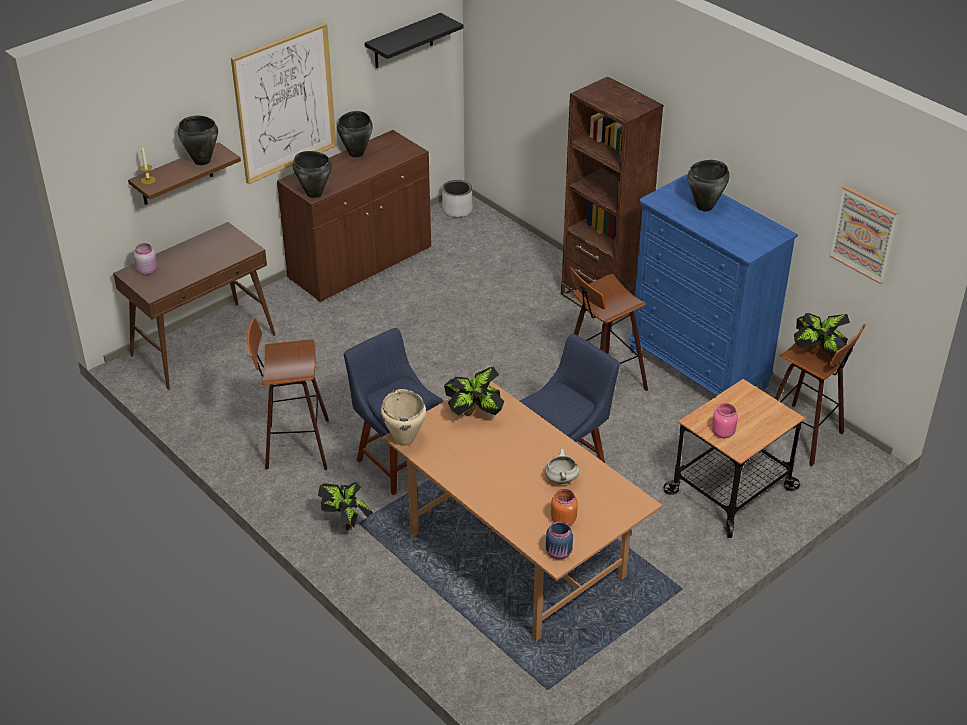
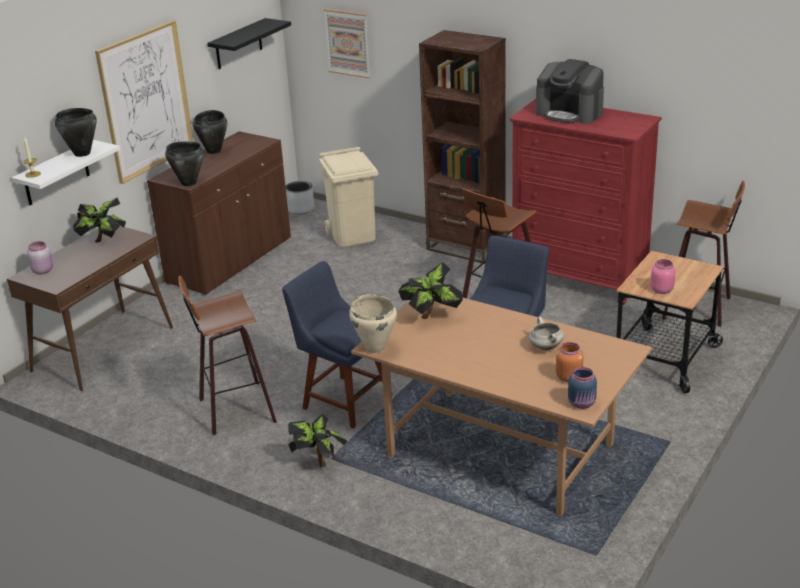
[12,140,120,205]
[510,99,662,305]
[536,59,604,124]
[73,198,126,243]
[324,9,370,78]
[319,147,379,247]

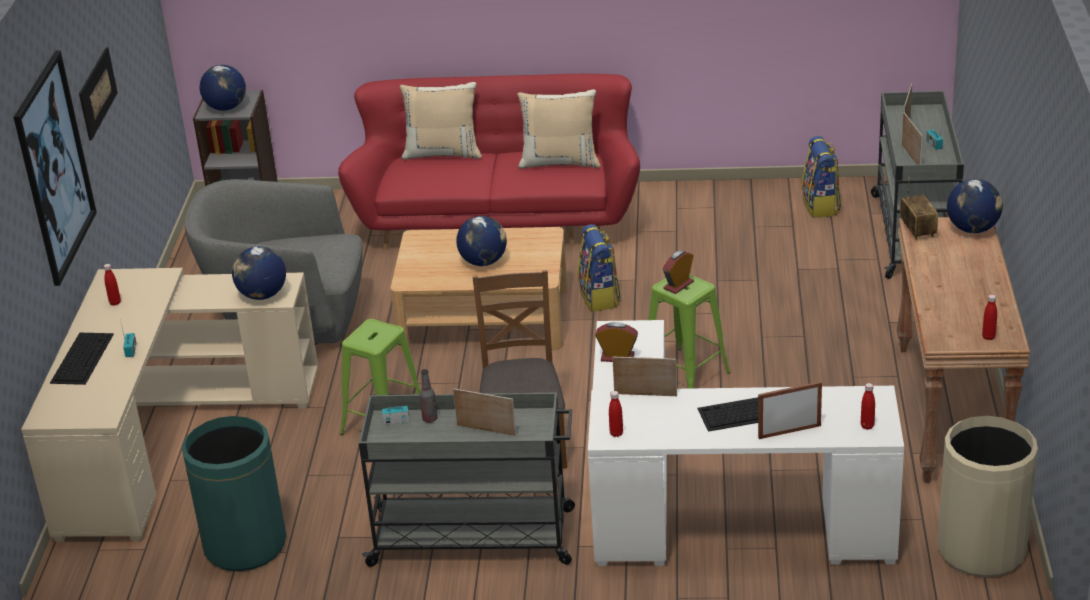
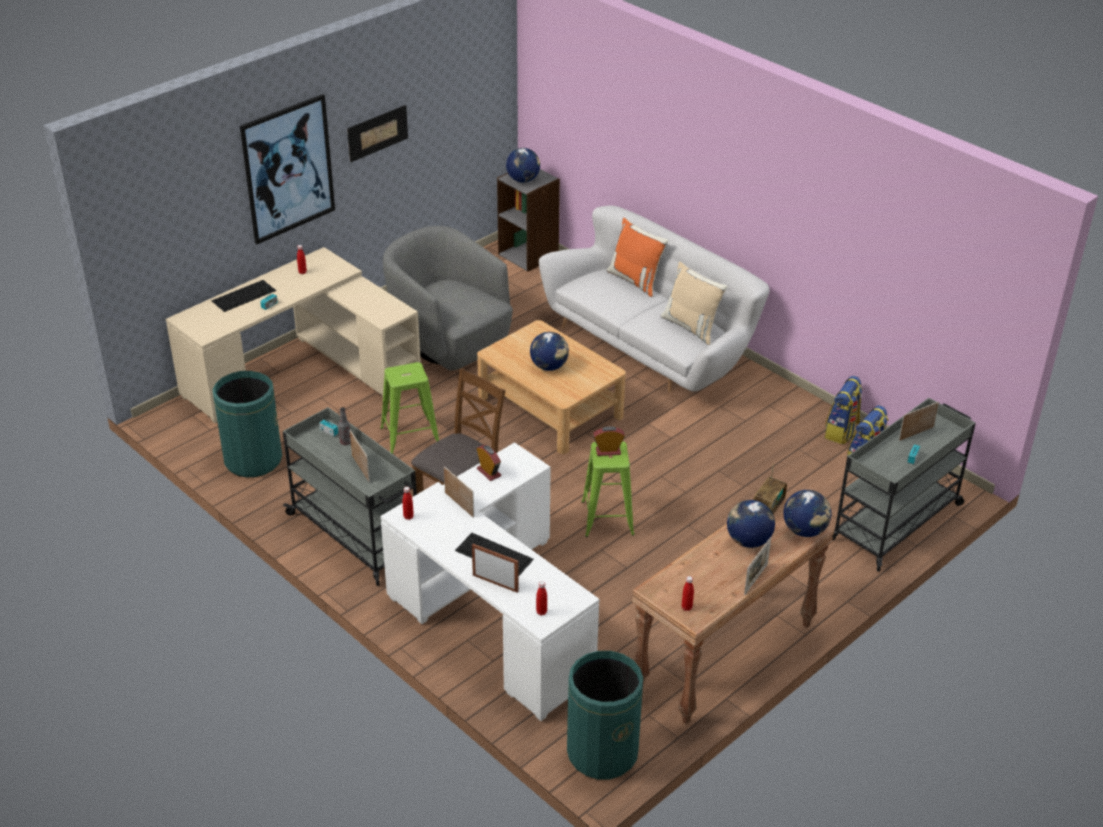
[727,500,775,548]
[539,206,770,392]
[606,218,668,297]
[825,376,863,445]
[744,537,771,595]
[567,651,643,780]

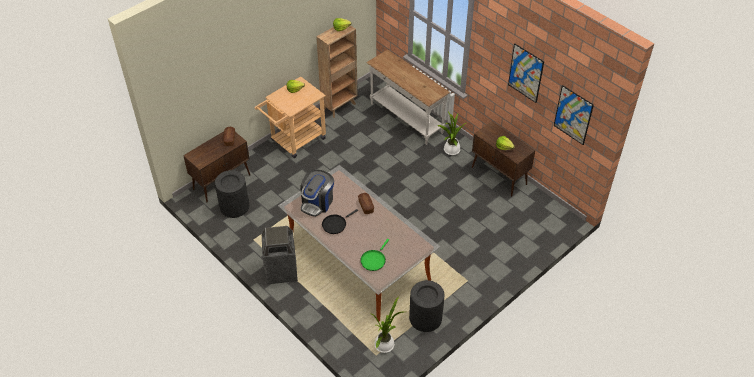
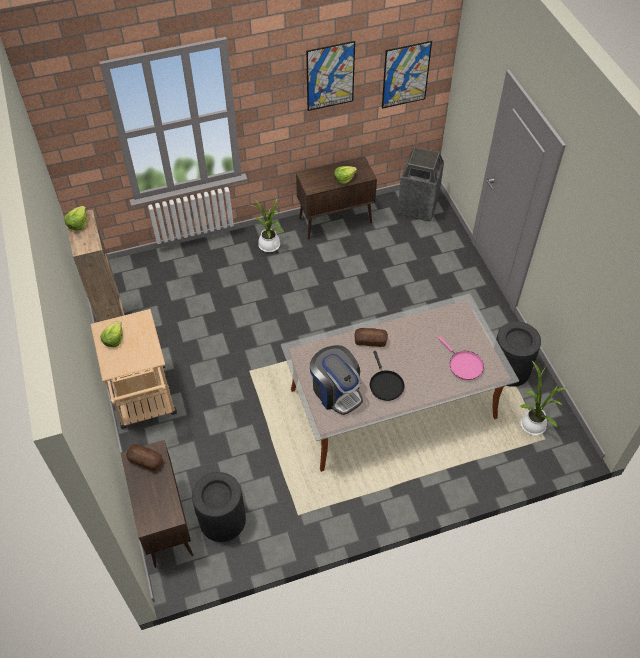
[397,147,444,222]
[438,337,484,380]
[366,50,450,145] (first image)

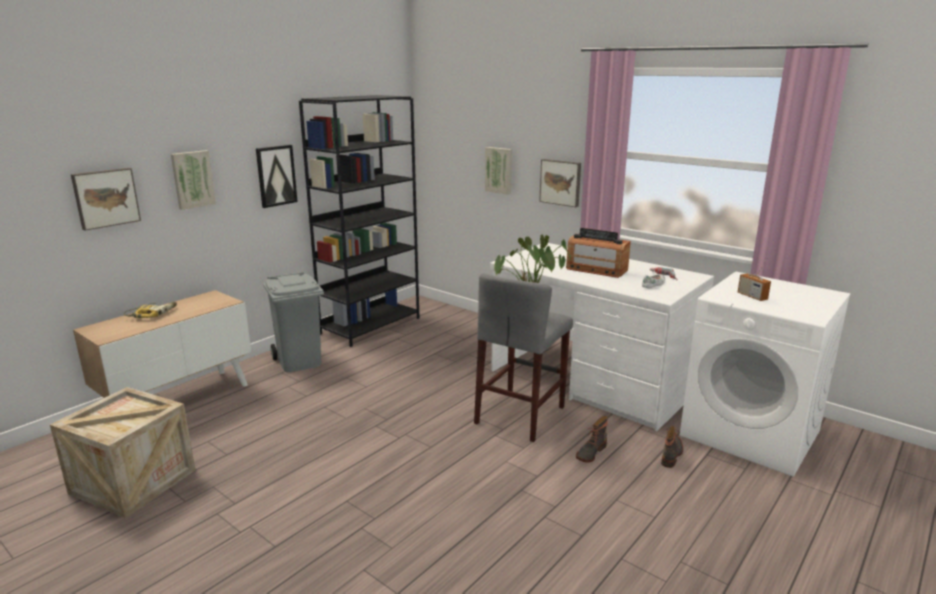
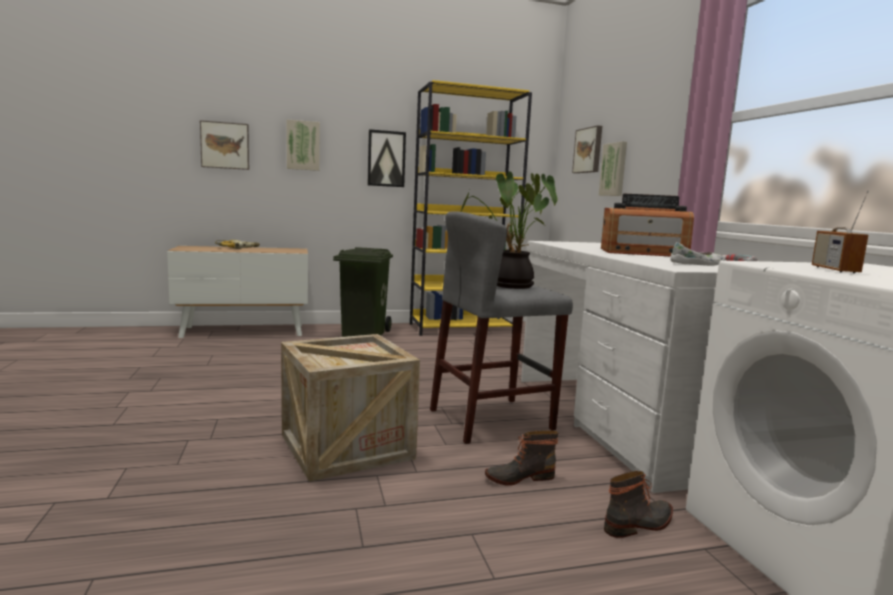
[281,334,420,481]
[333,247,393,337]
[410,80,532,336]
[572,125,602,173]
[601,194,694,257]

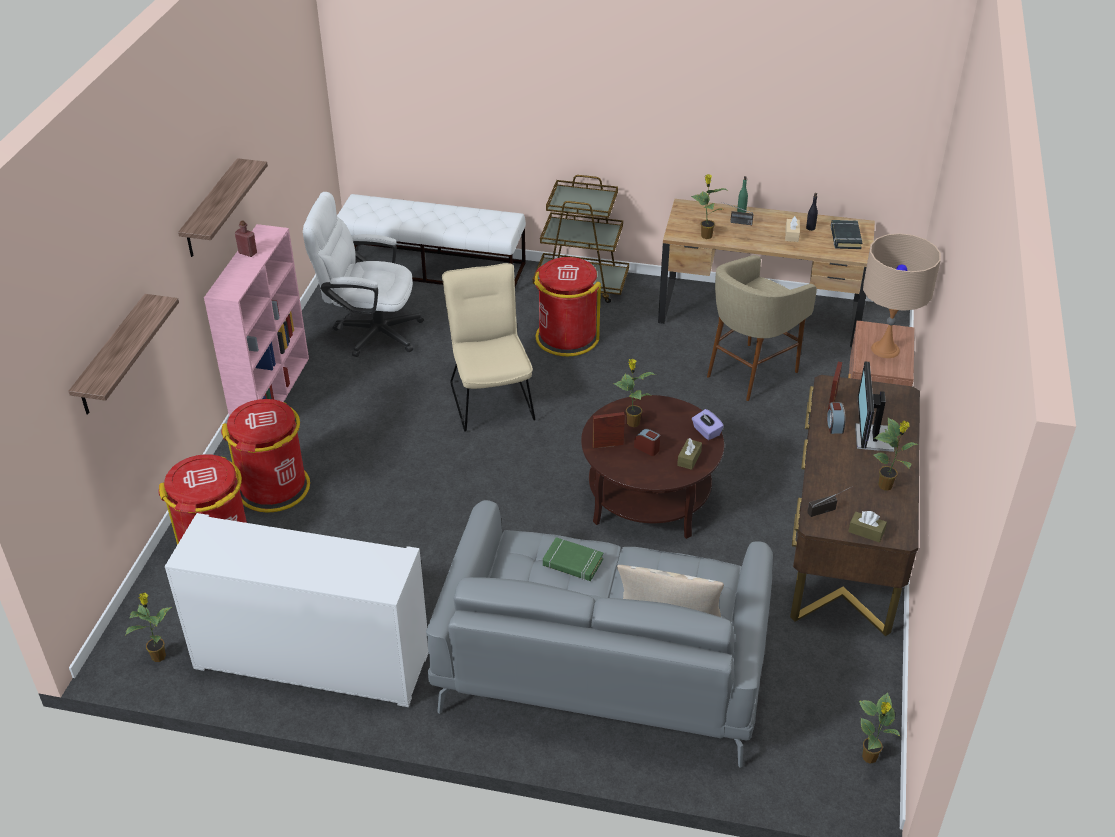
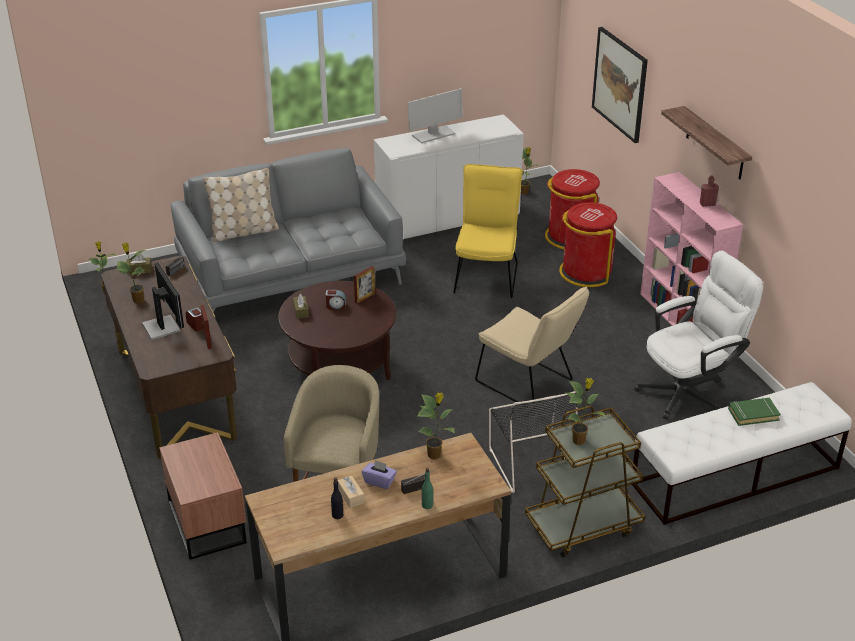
[592,27,648,143]
[489,391,581,493]
[728,398,781,426]
[564,378,605,445]
[362,460,397,489]
[831,220,862,249] (first image)
[863,233,941,358] (first image)
[408,88,463,144]
[453,164,523,298]

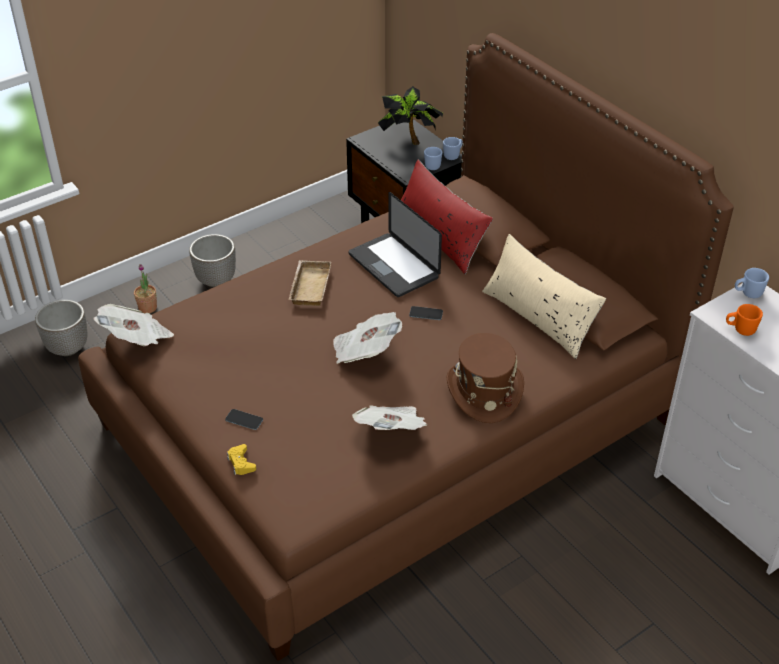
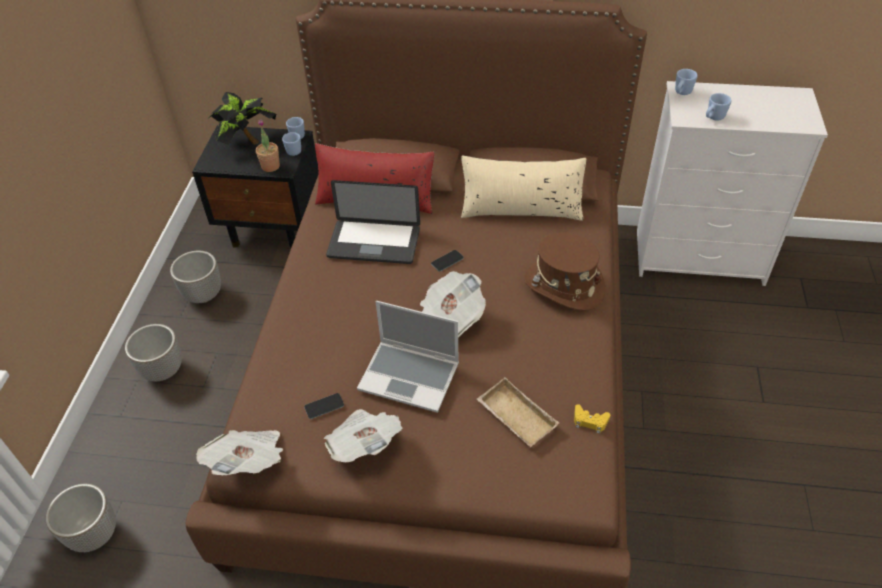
[256,119,280,172]
[304,393,344,419]
[574,404,610,434]
[477,377,559,447]
[324,409,402,462]
[706,93,732,121]
[170,251,221,303]
[357,301,459,413]

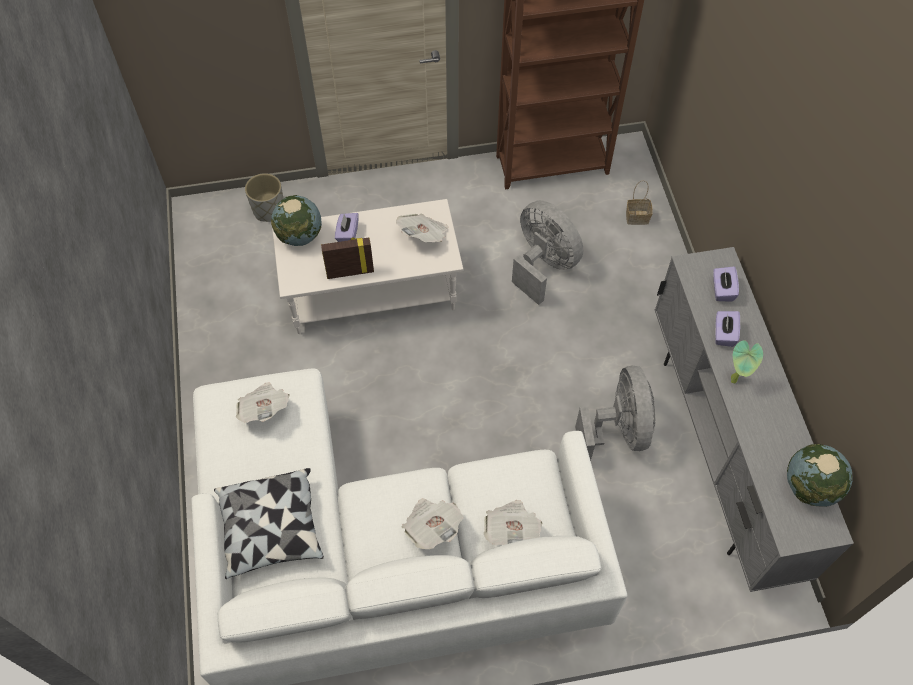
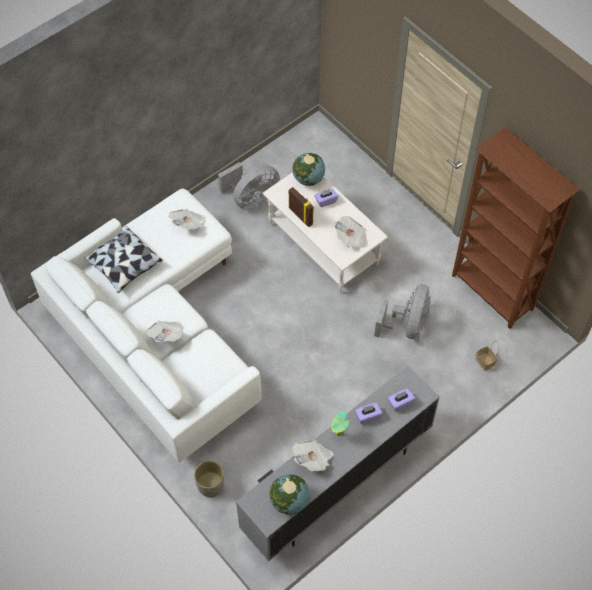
[194,461,224,498]
[292,440,334,471]
[218,162,280,209]

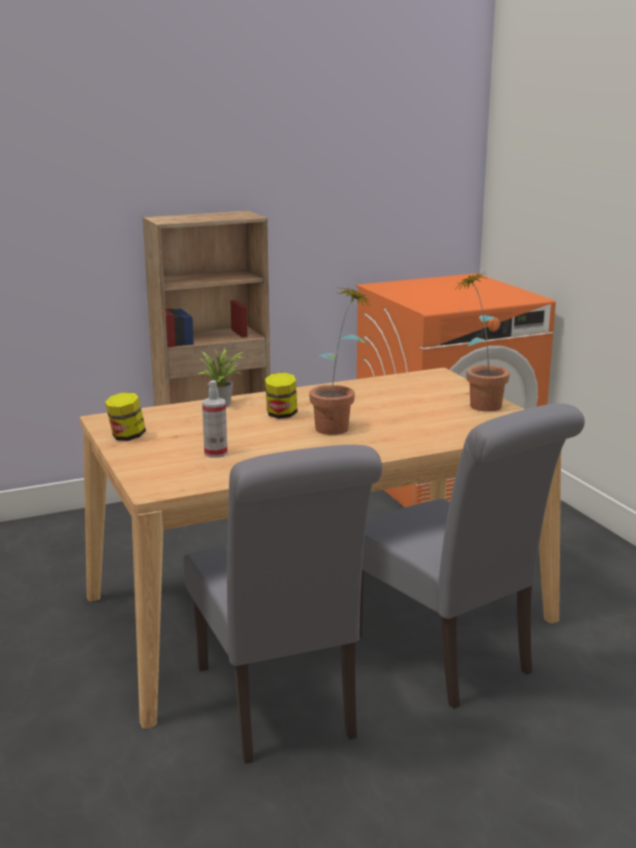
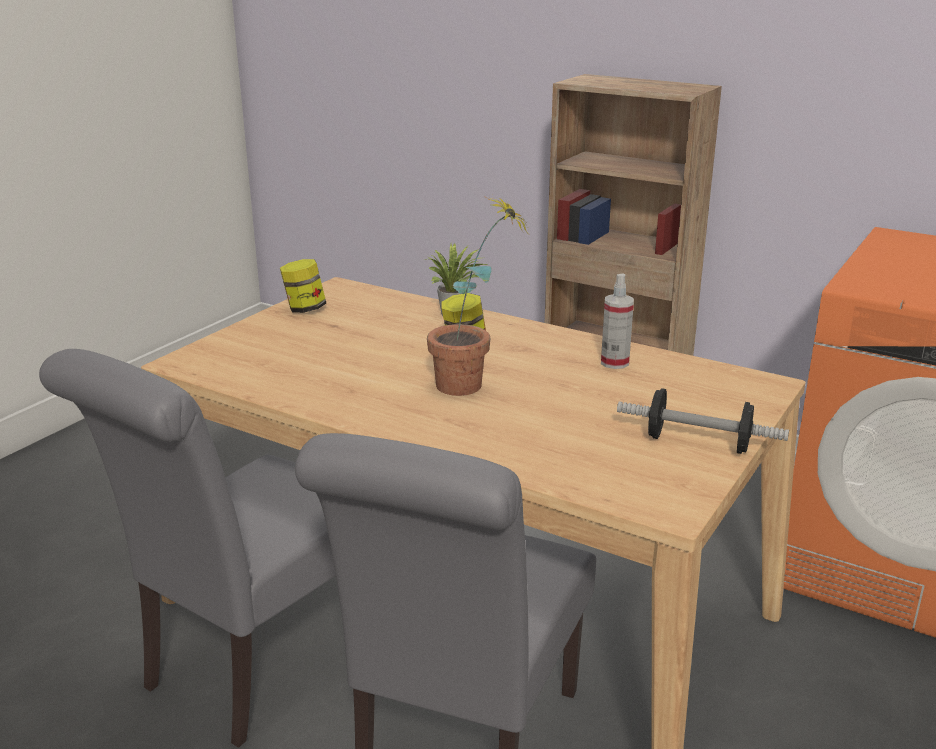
[601,274,634,369]
[617,388,789,454]

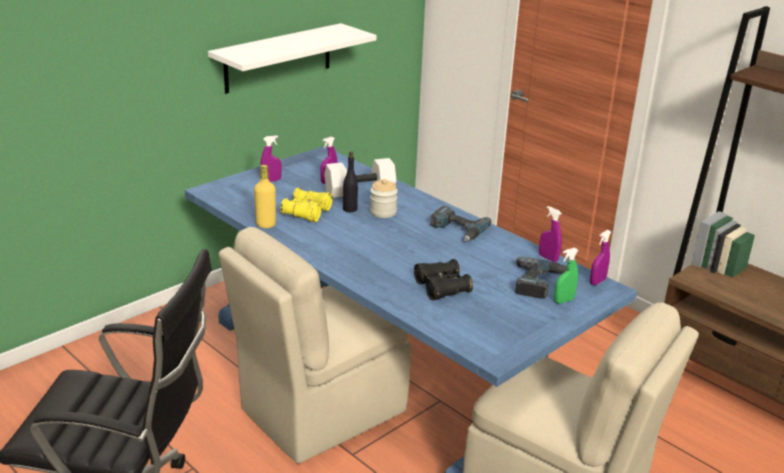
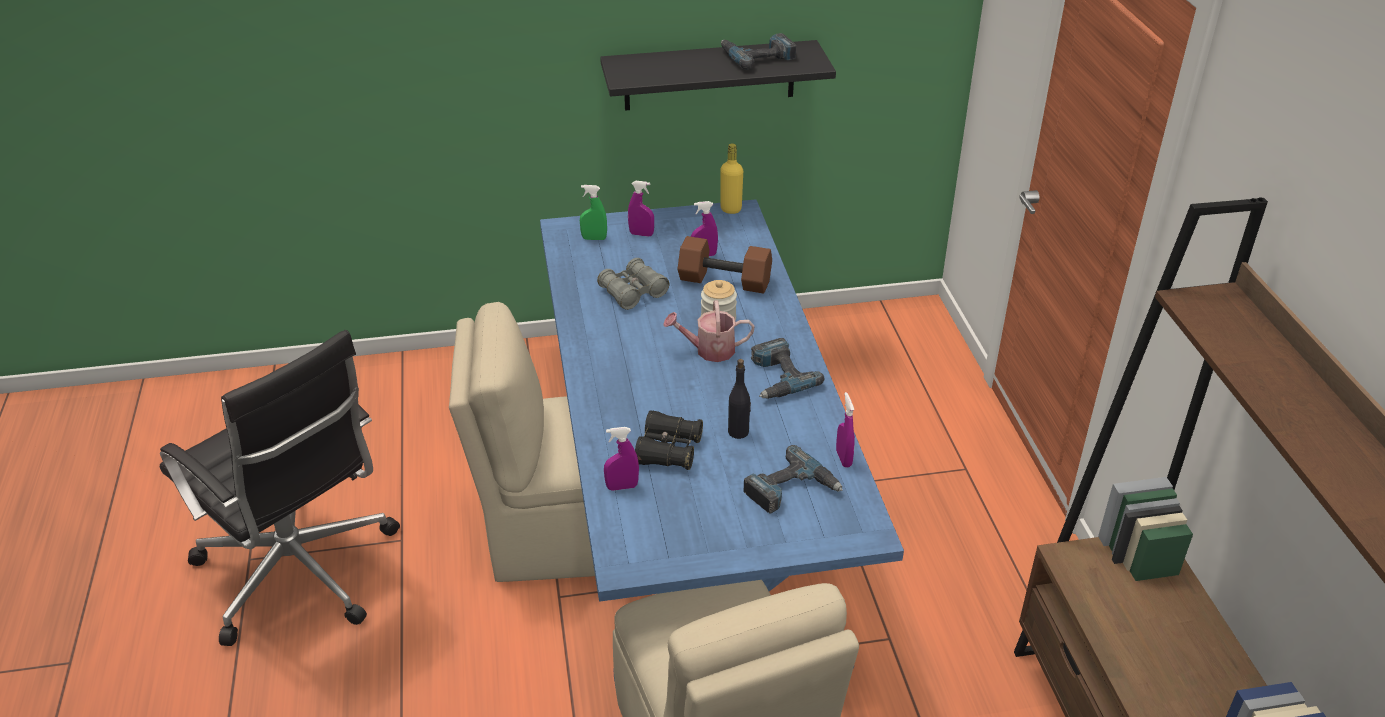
[600,40,836,111]
[720,143,743,214]
[597,258,669,310]
[678,236,772,294]
[728,359,751,439]
[580,185,607,240]
[604,427,639,491]
[663,300,754,362]
[721,33,796,69]

